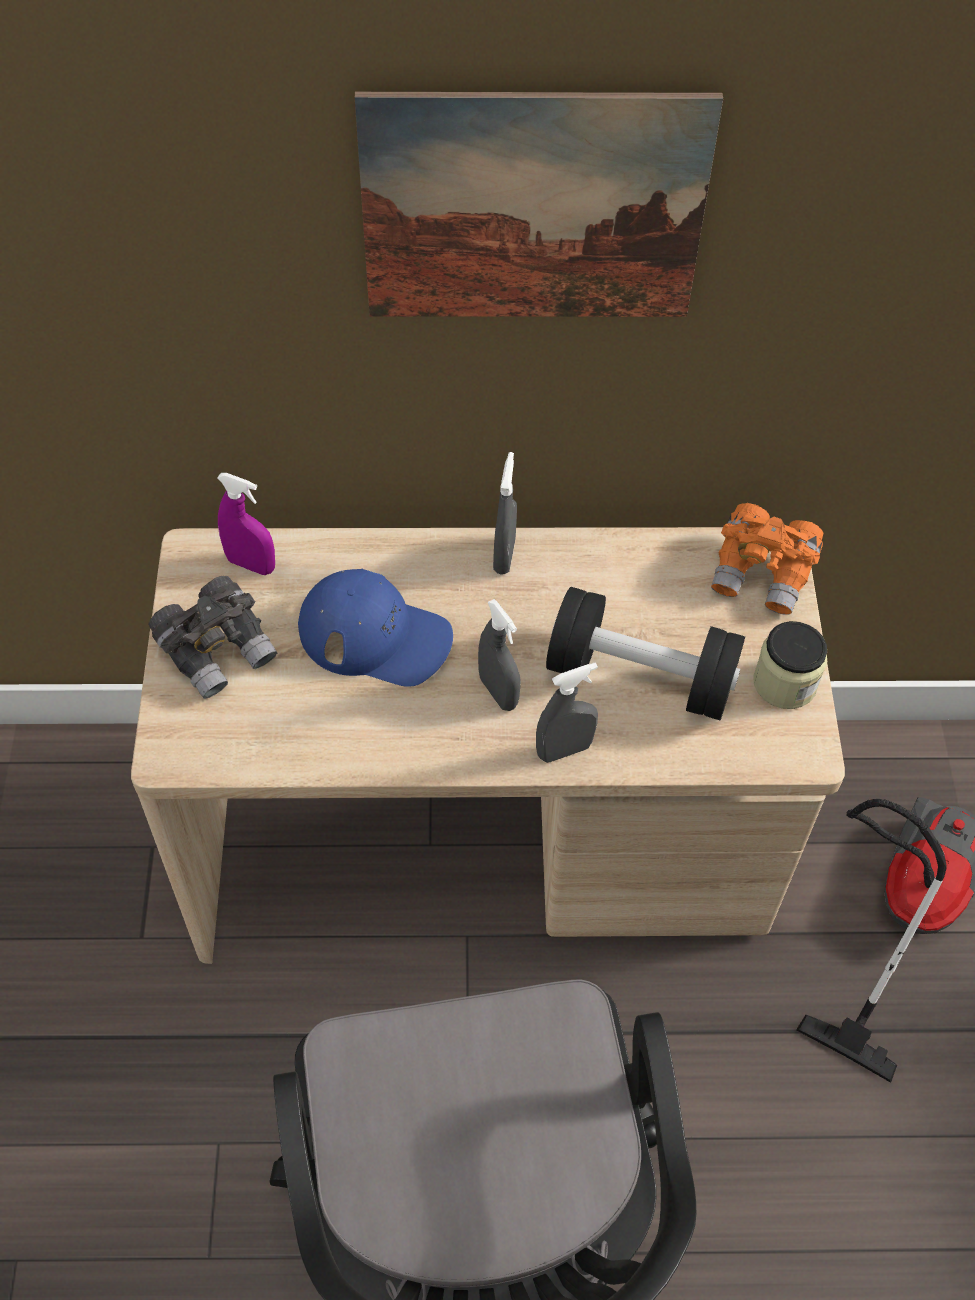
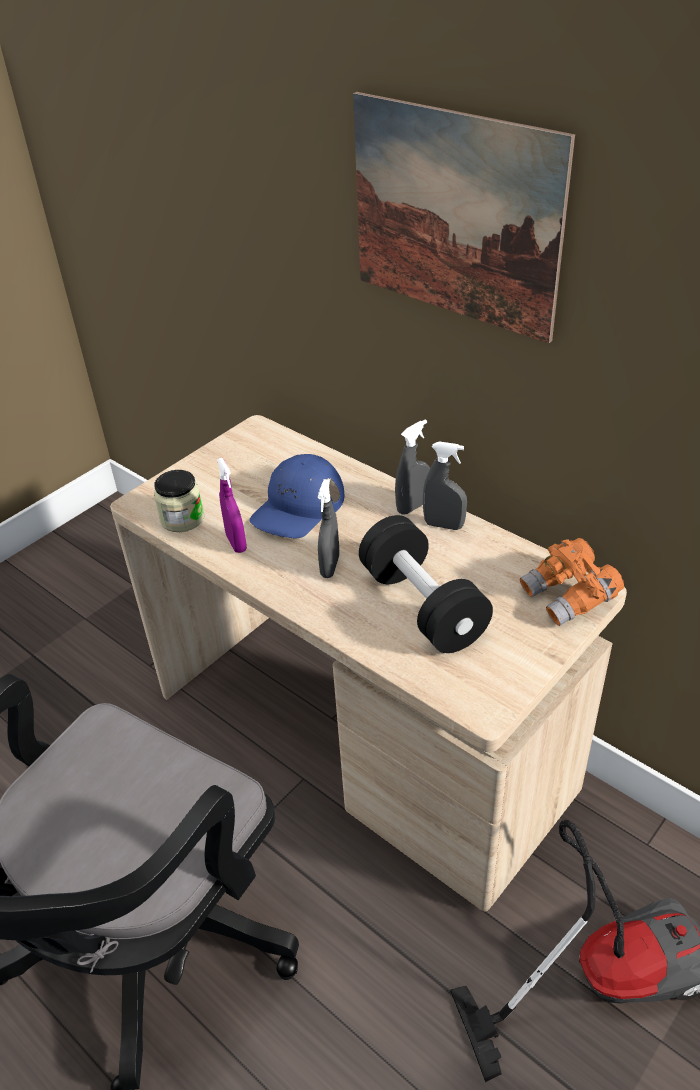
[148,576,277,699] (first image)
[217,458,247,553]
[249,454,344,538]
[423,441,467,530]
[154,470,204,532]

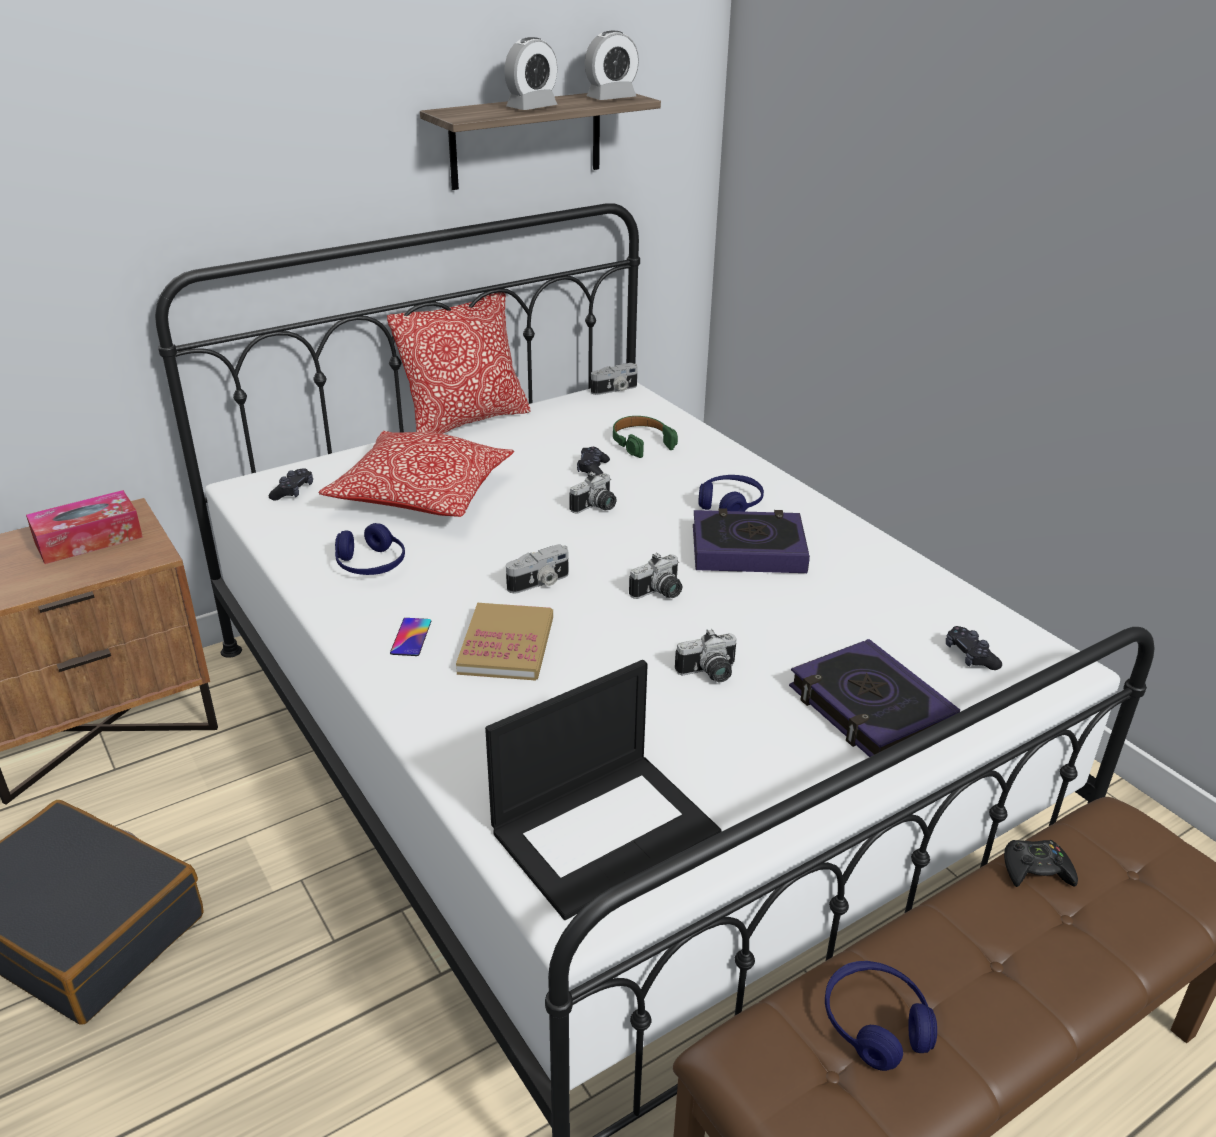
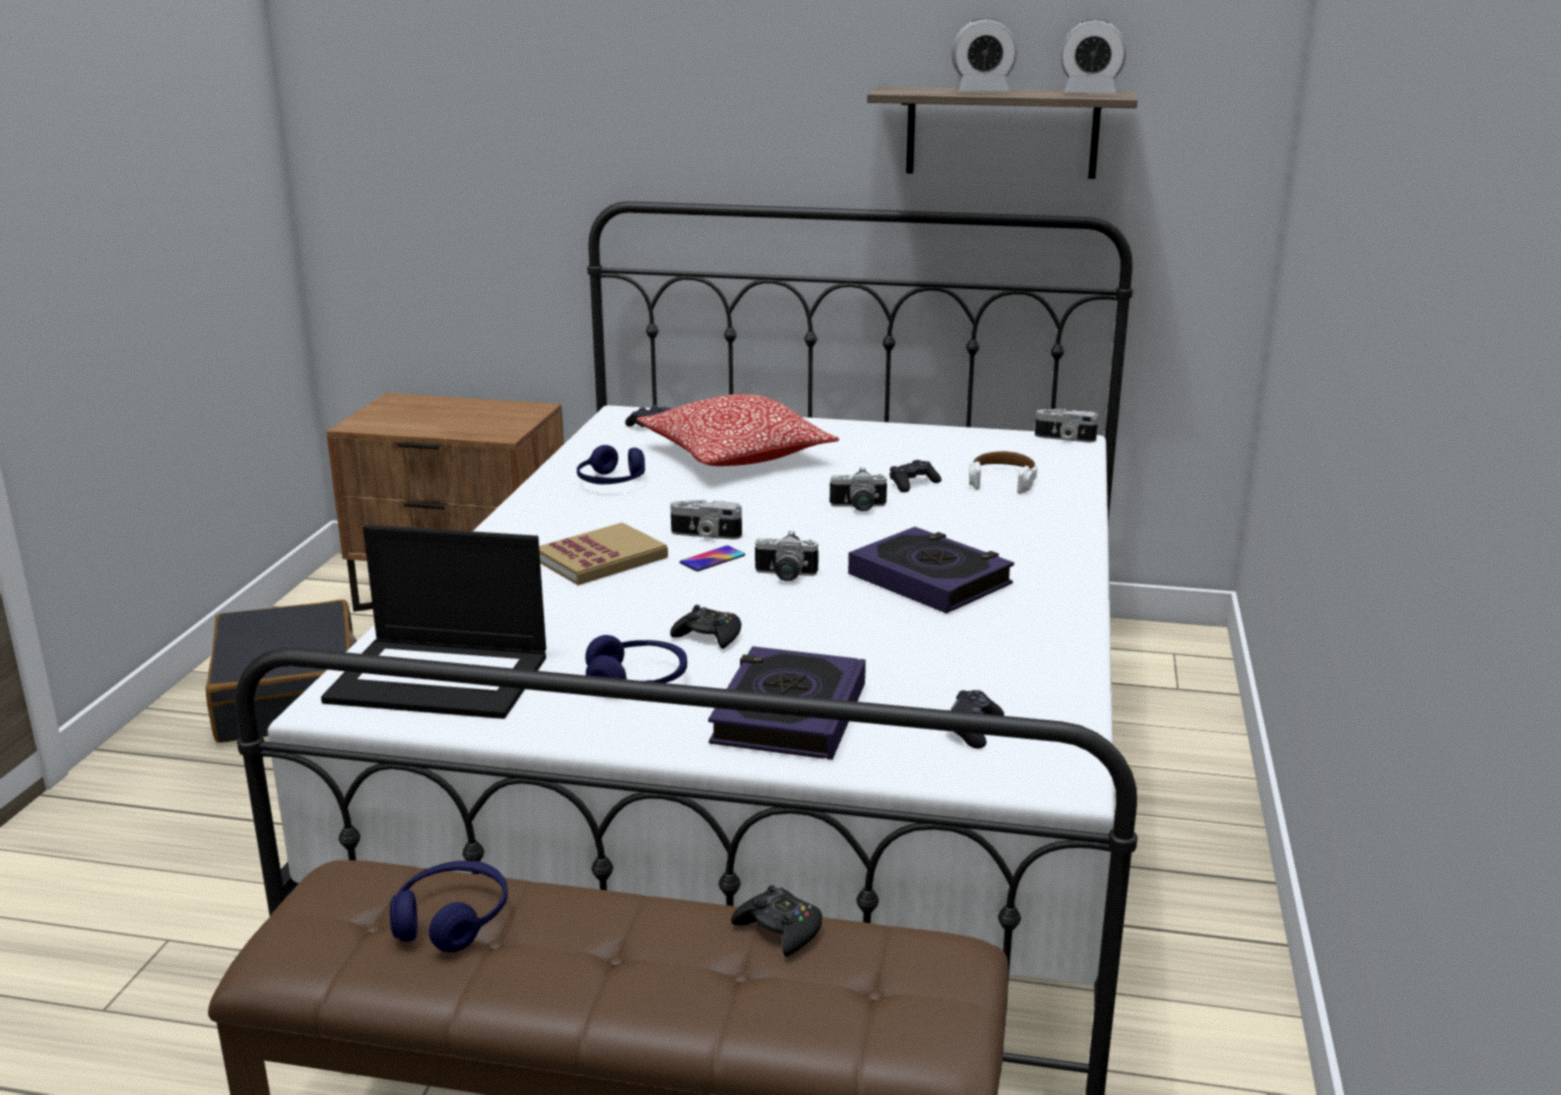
[26,490,143,564] (first image)
[387,292,530,434] (first image)
[680,546,745,571]
[969,451,1038,494]
[670,605,741,649]
[585,635,687,683]

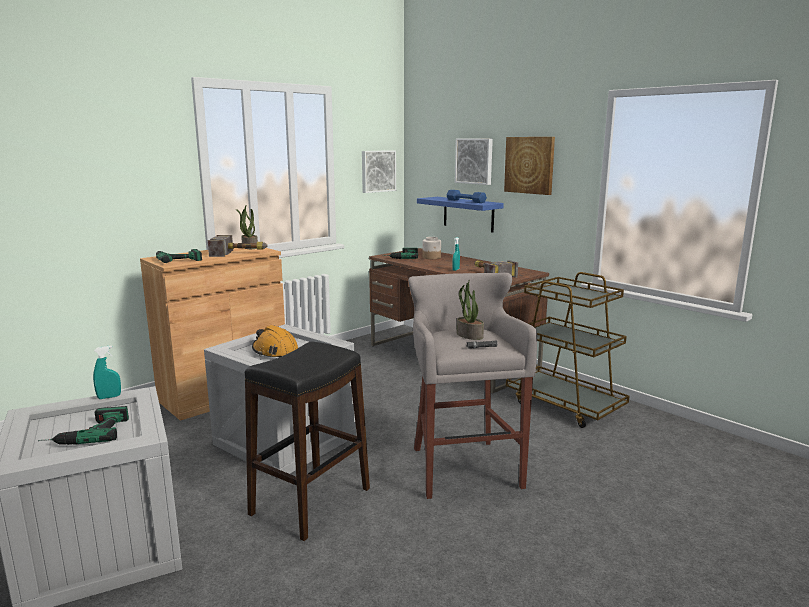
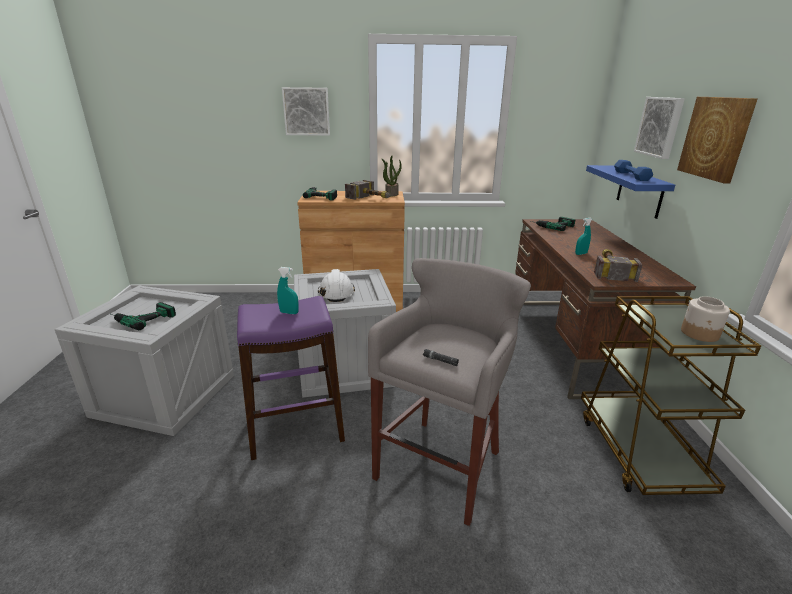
[277,267,299,314]
[237,296,345,460]
[318,269,355,302]
[282,87,330,136]
[681,296,730,342]
[456,279,484,340] (first image)

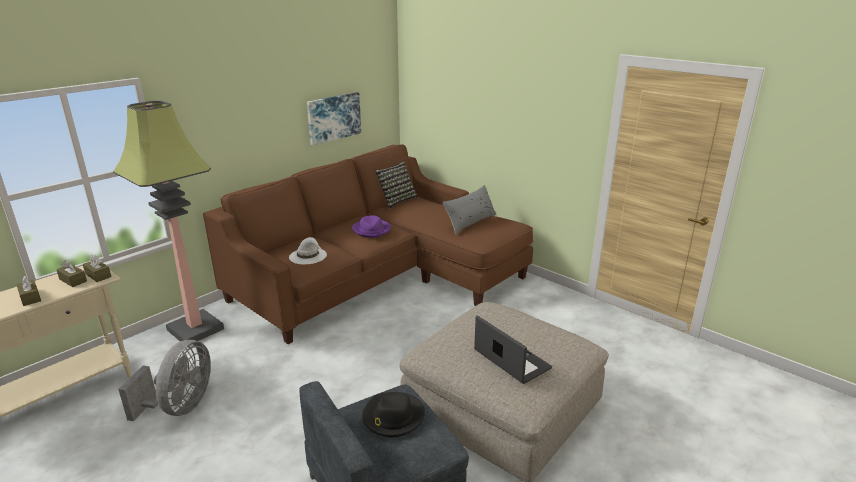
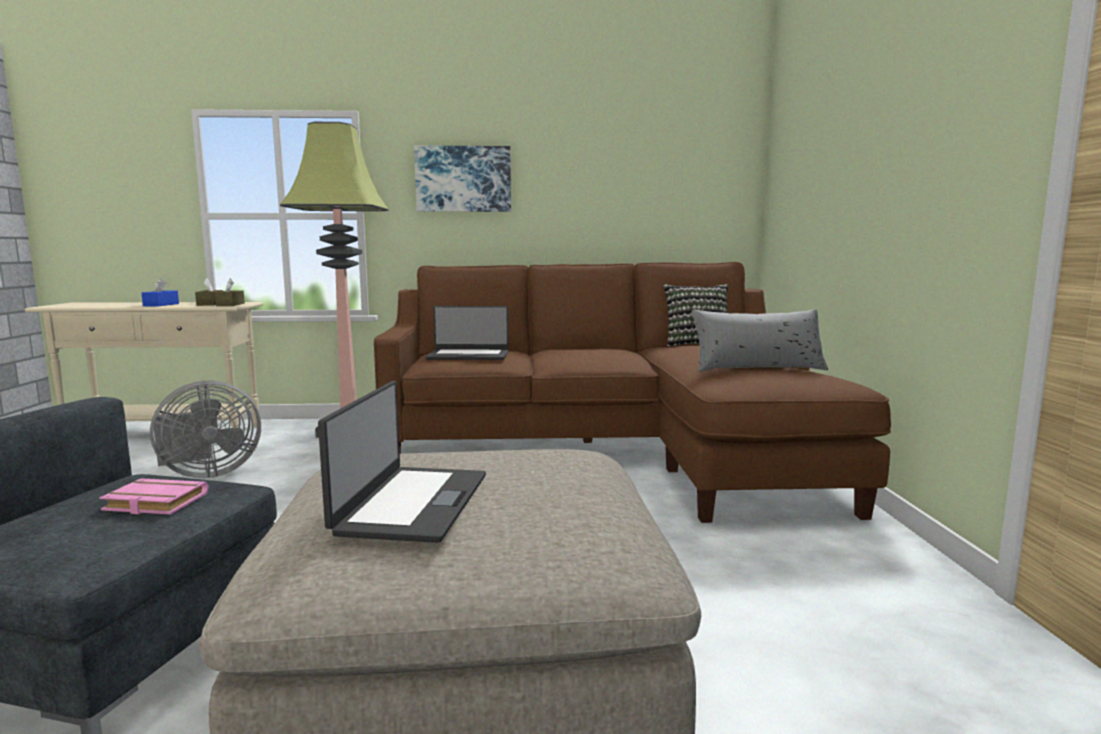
[142,278,179,307]
[426,306,509,360]
[414,145,511,212]
[352,215,391,238] (first image)
[99,478,209,514]

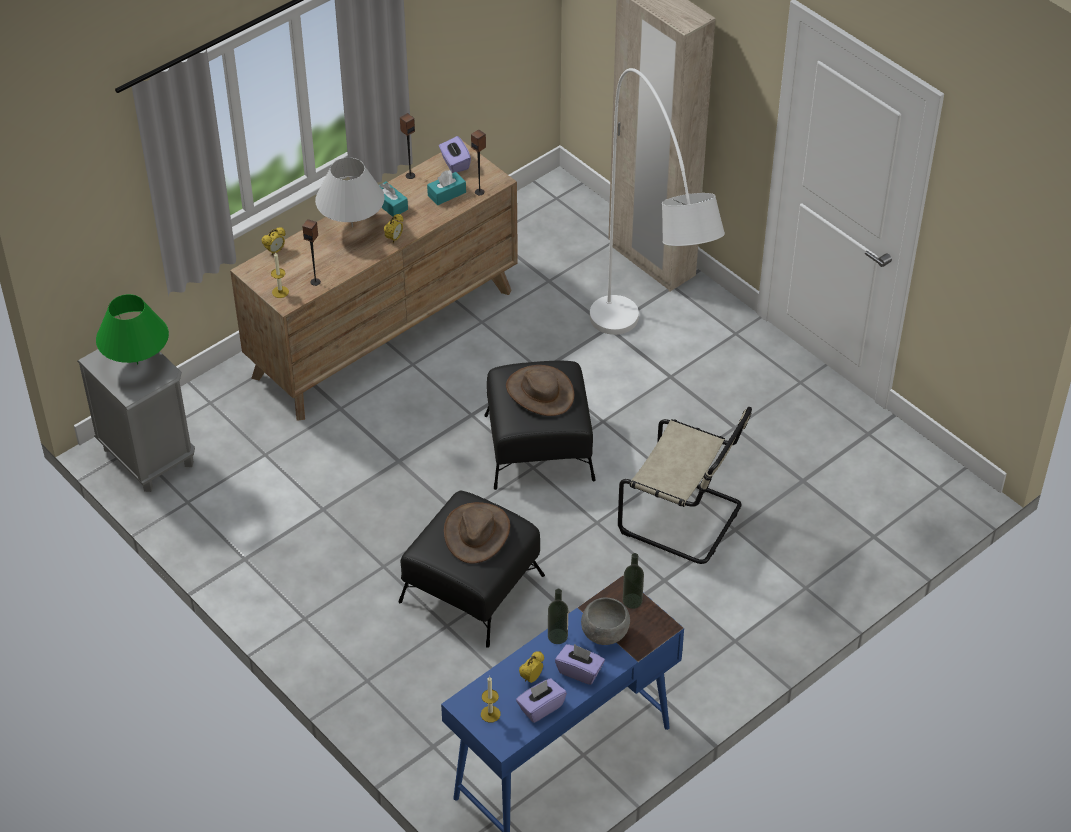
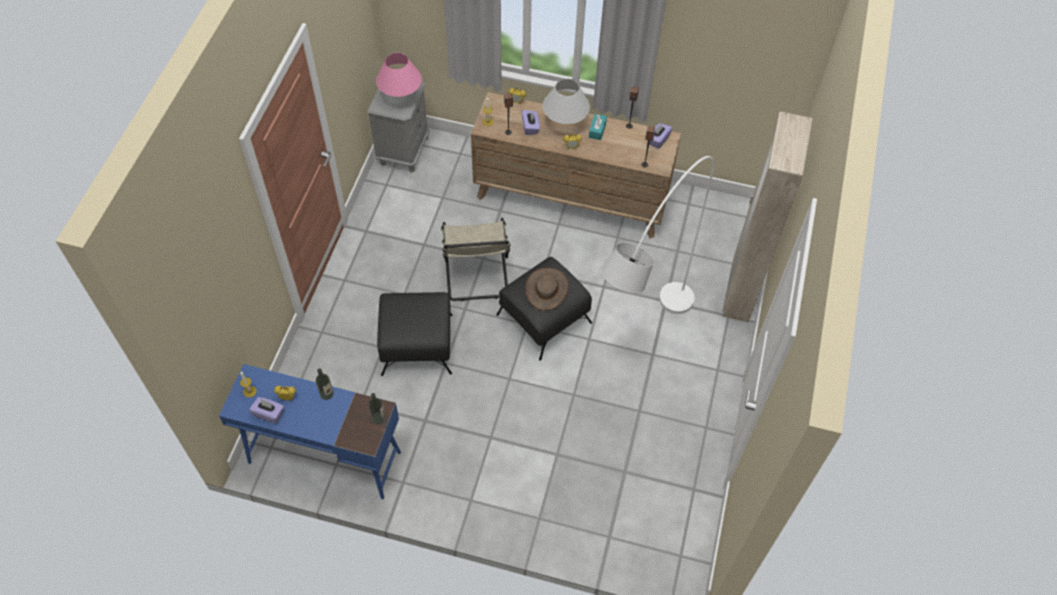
[376,53,422,97]
[427,170,466,205] (first image)
[444,502,510,564] (first image)
[522,110,540,135]
[581,597,630,645] (first image)
[441,218,511,301]

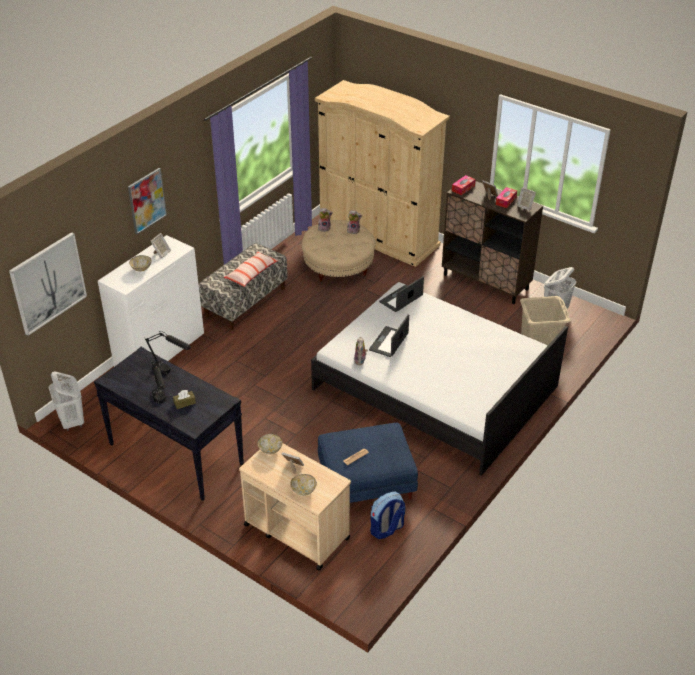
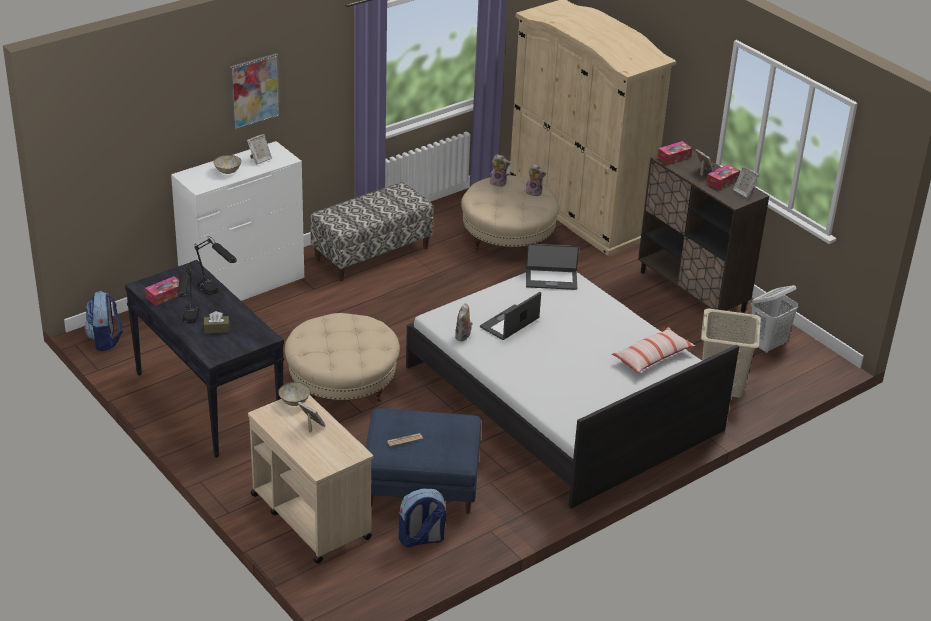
[9,232,87,336] (first image)
[84,291,123,351]
[612,327,695,373]
[290,474,317,496] (first image)
[526,243,579,290]
[145,276,179,306]
[285,313,400,402]

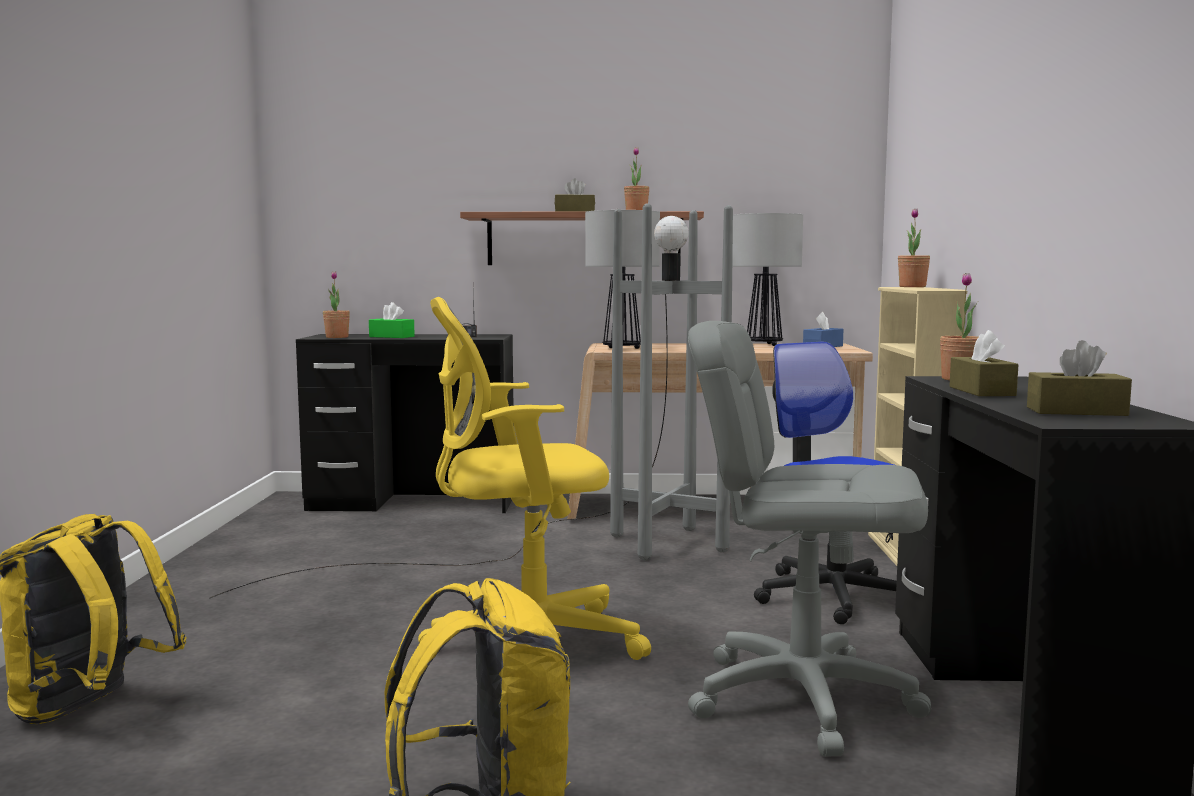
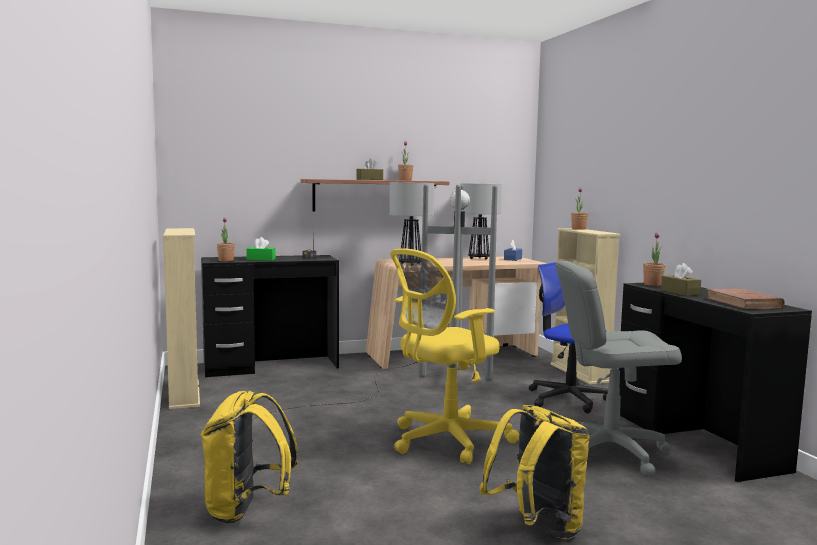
[705,288,785,309]
[163,228,200,409]

